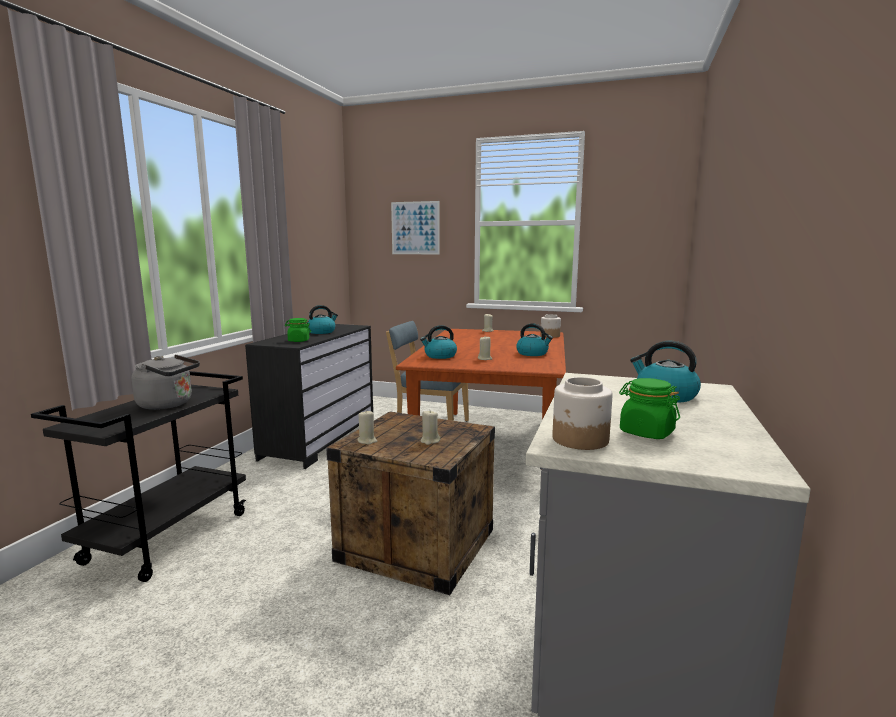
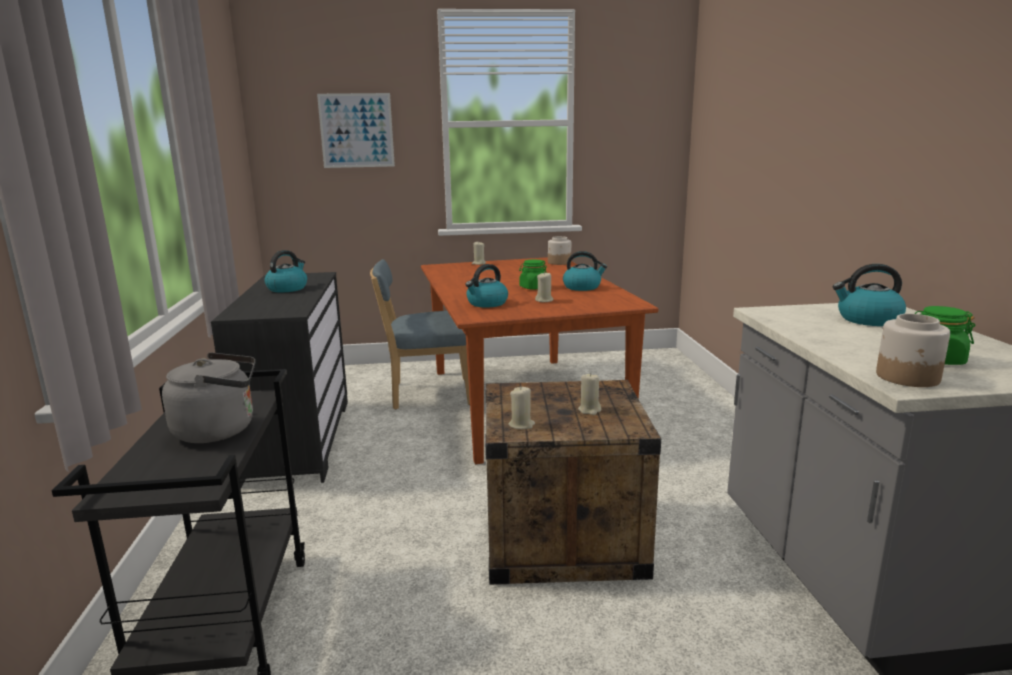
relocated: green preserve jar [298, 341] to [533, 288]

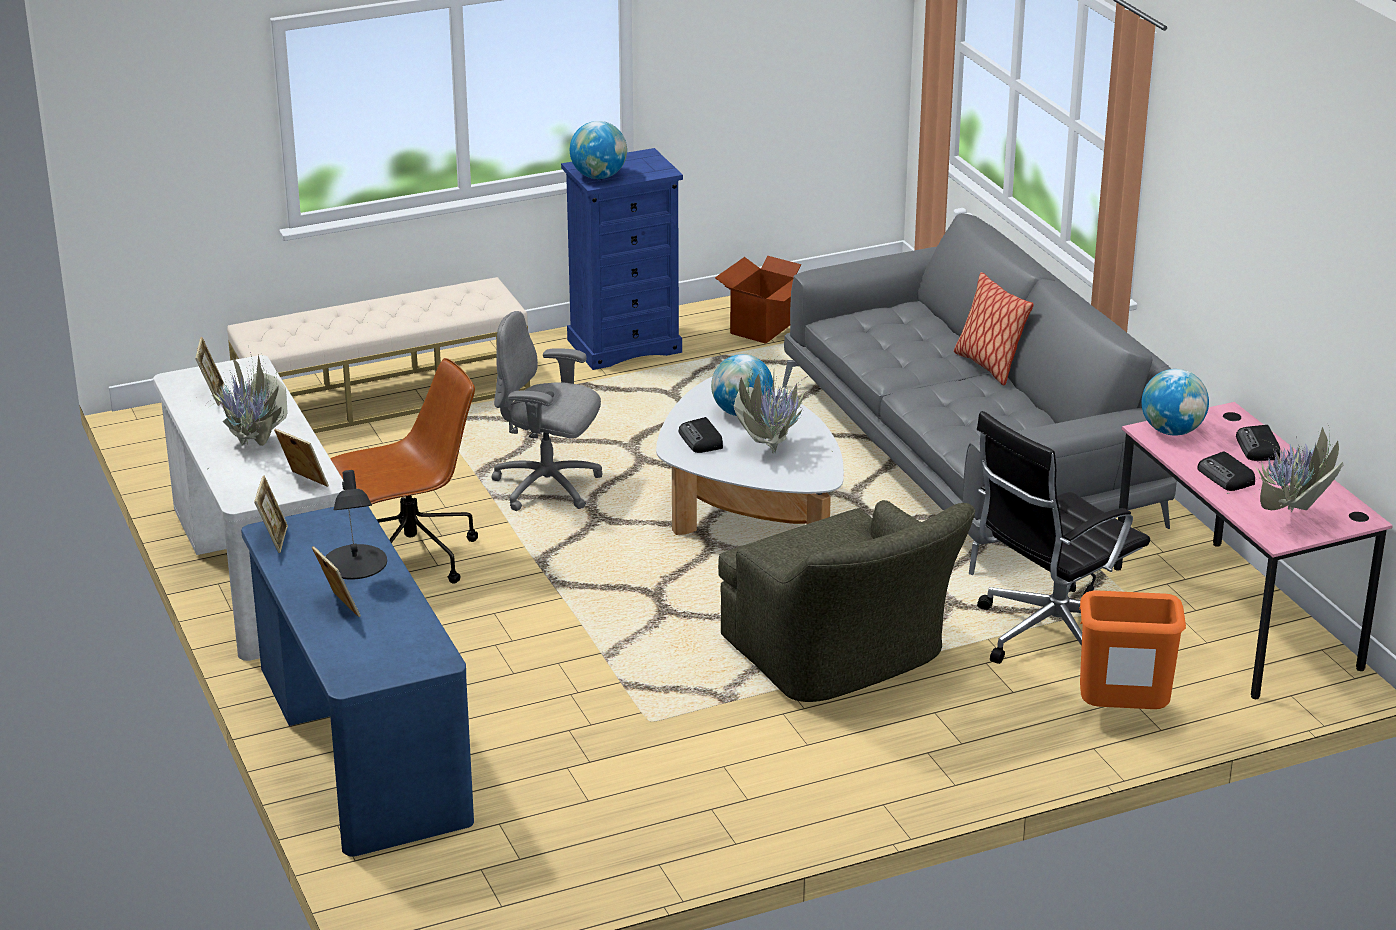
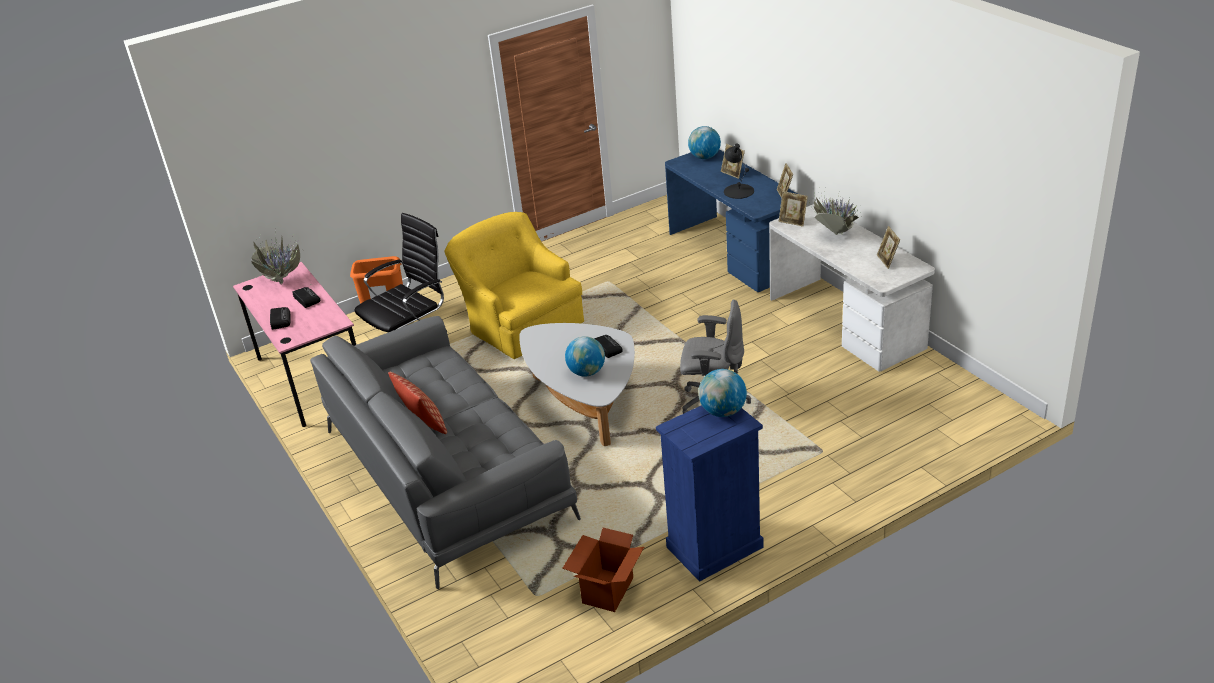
missing: beige bench [383, 397]; houseplant [772, 448]; brownish computer chair [410, 558]
relocated: desk globe [1172, 431] to [704, 157]
colour: green easy chair [843, 658] to yellow easy chair [521, 324]

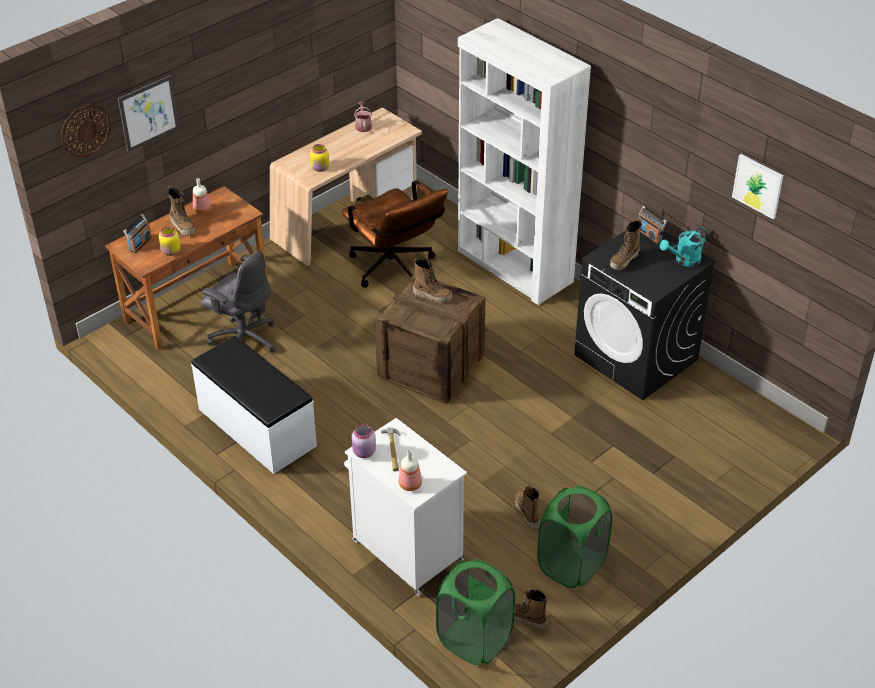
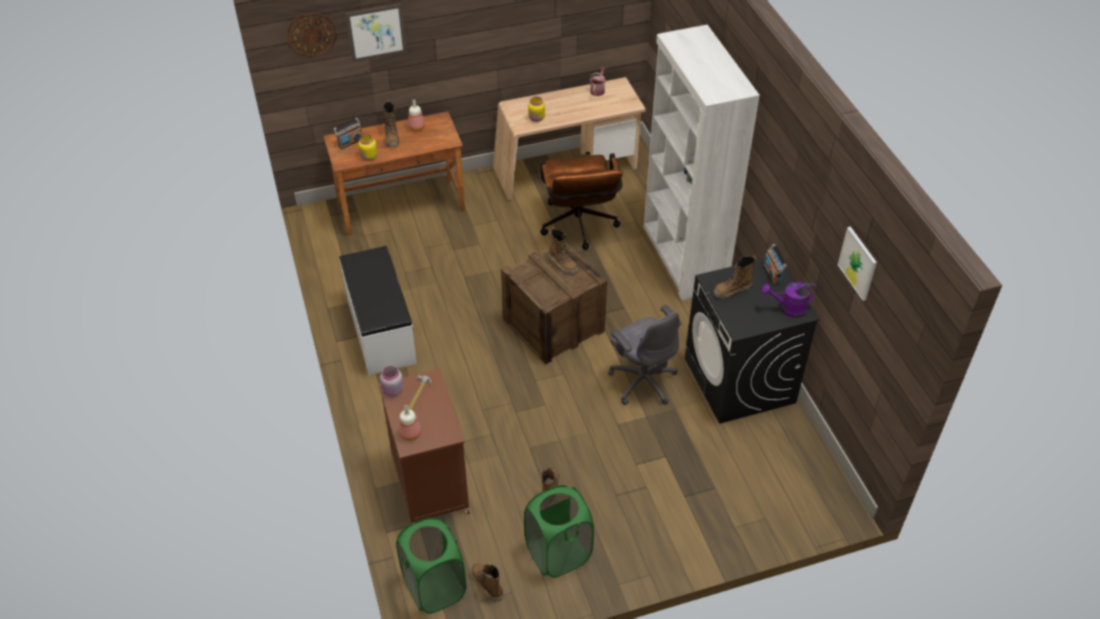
relocated: gray computer chair [243, 340] to [642, 381]
colour: turquoise watering pot [683, 260] to purple watering pot [788, 309]; white-coloured cabinet [406, 550] to brownish cabinet [429, 483]

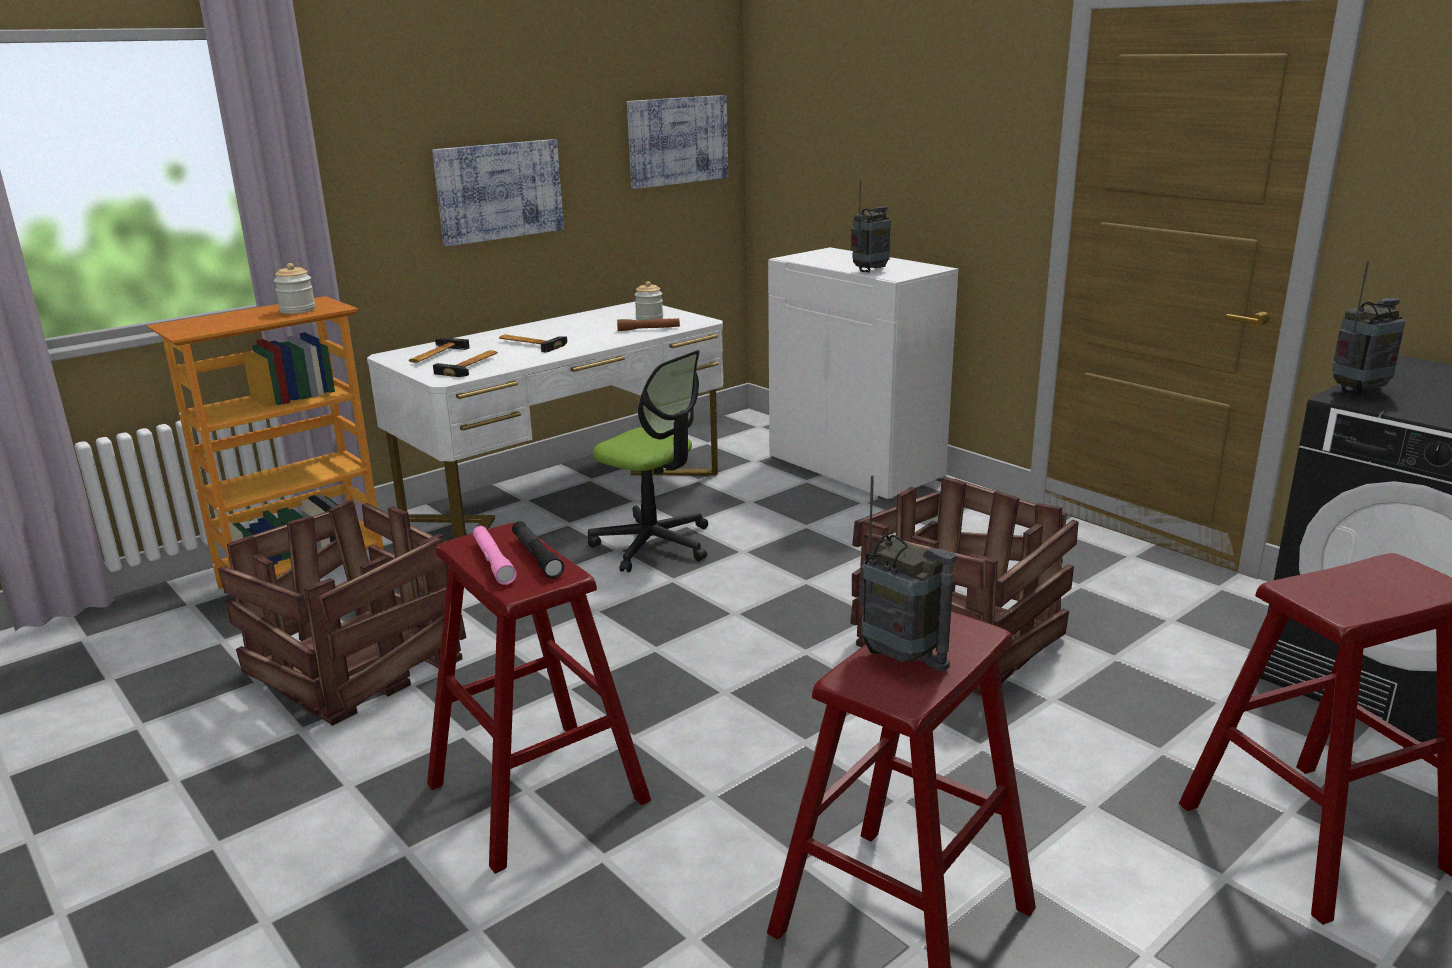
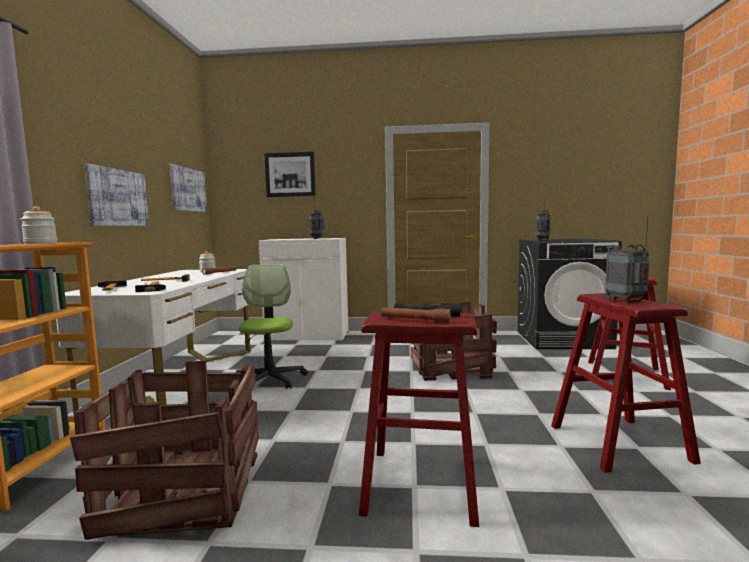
appeared: picture [290, 174]
colour: pink-coloured torch [493, 562] to brownish torch [415, 320]
spun: computer chair [653, 544] = [269, 380] 90 degrees counterclockwise; radio [900, 657] = [625, 301] 105 degrees counterclockwise

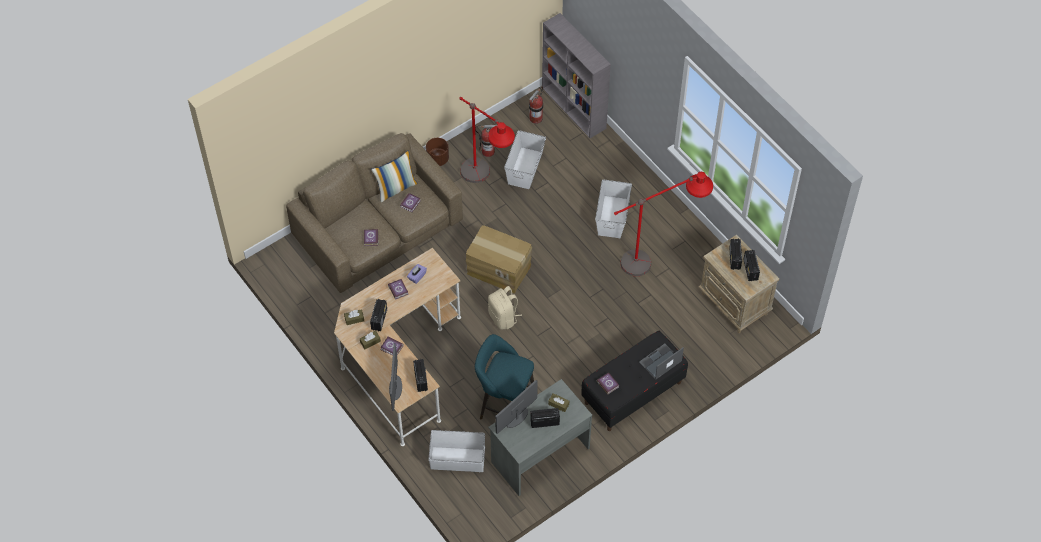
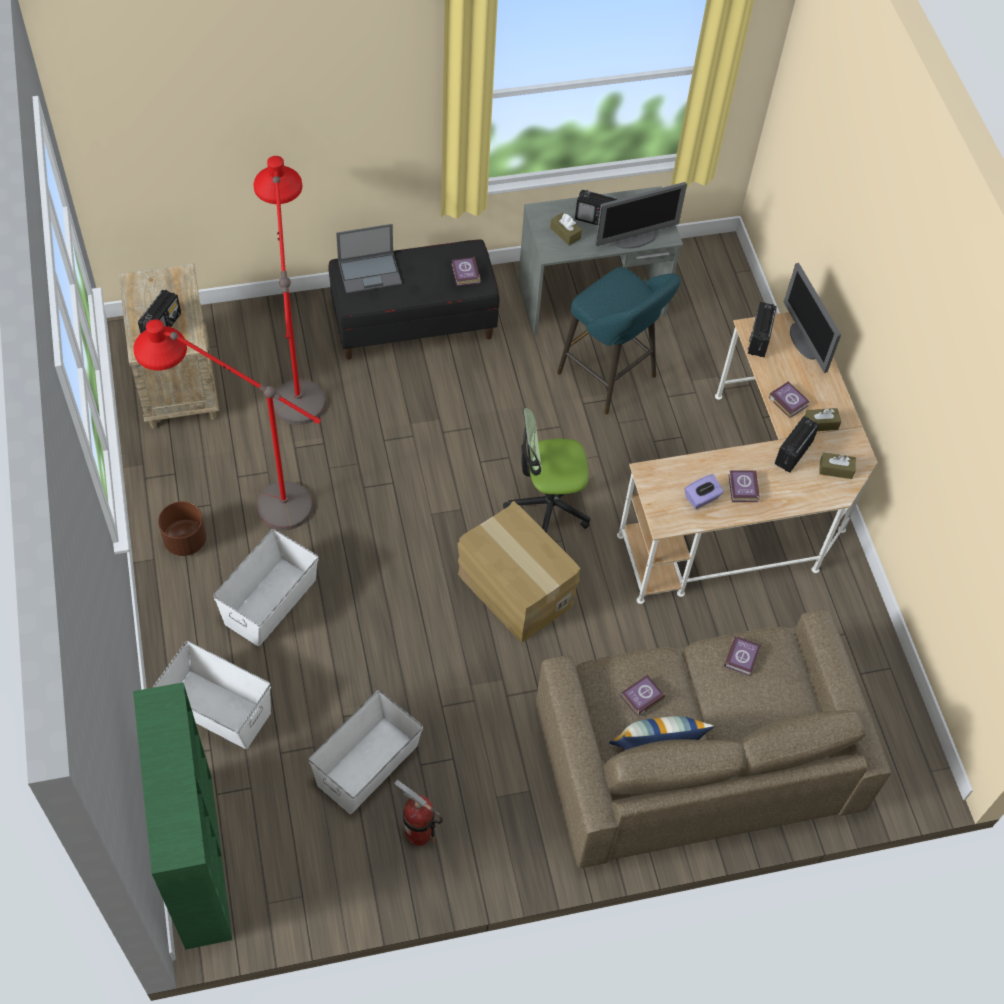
missing: fire extinguisher [536, 118]; radio [750, 270]
relocated: red floor lamp [486, 185] to [297, 372]; brownish flower pot [437, 159] to [185, 541]; white-coloured storage bin [458, 460] to [217, 708]
exchanged: beige knapsack [503, 317] to computer chair [548, 506]
colour: gray bookshelf [574, 108] to green bookshelf [198, 858]
spun: computer display [395, 388] = [803, 342] 135 degrees clockwise

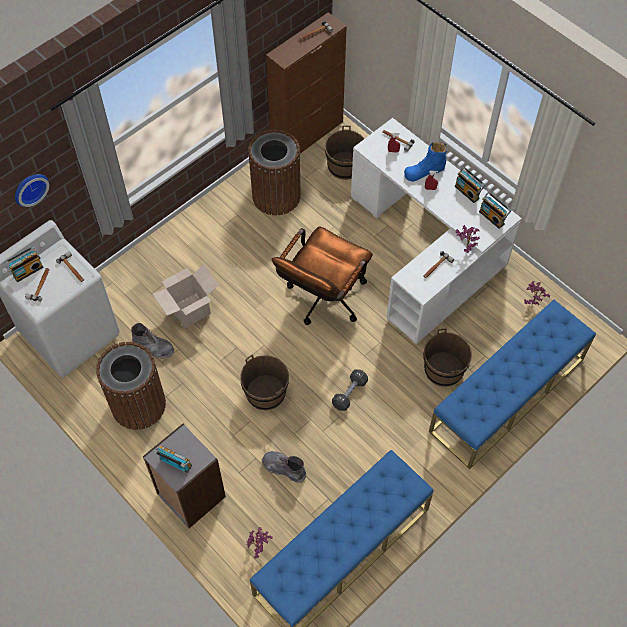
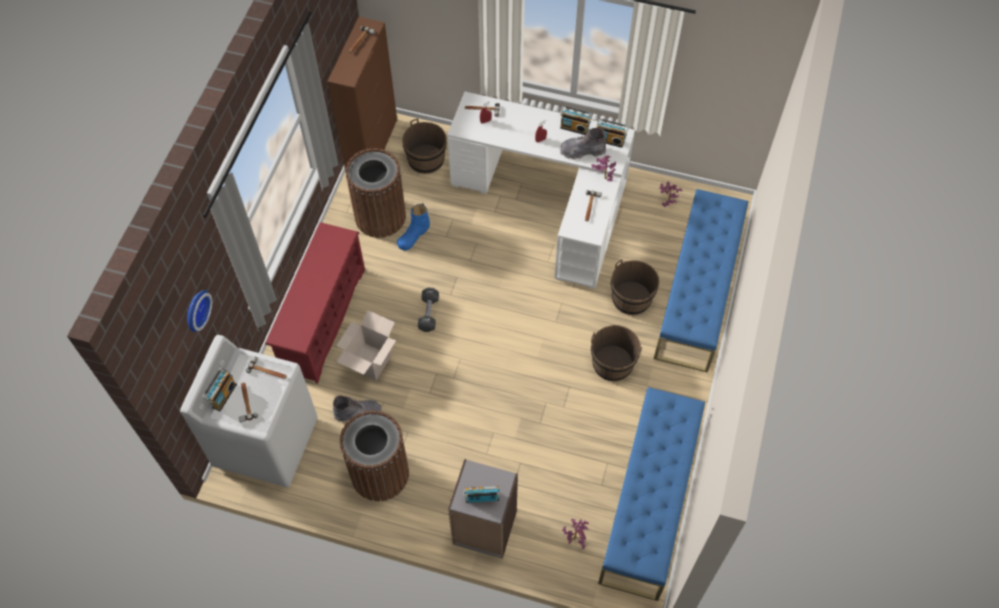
missing: brownish computer chair [322, 300]
appeared: red shoe rack [322, 319]
relocated: blue high-top boot [424, 171] to [414, 235]; brownish bucket [266, 392] to [612, 363]; blackish free weight [349, 393] to [429, 313]; gray high-top boot [284, 468] to [582, 151]

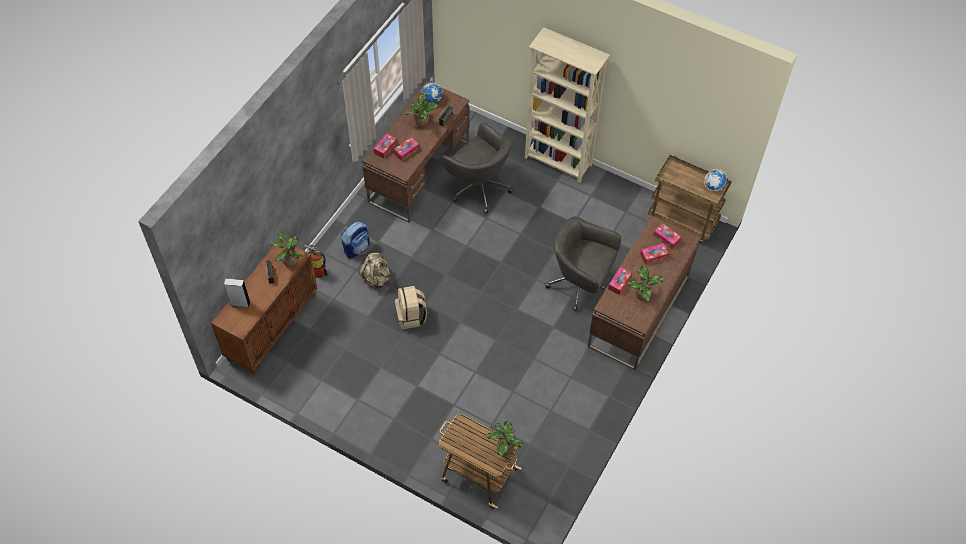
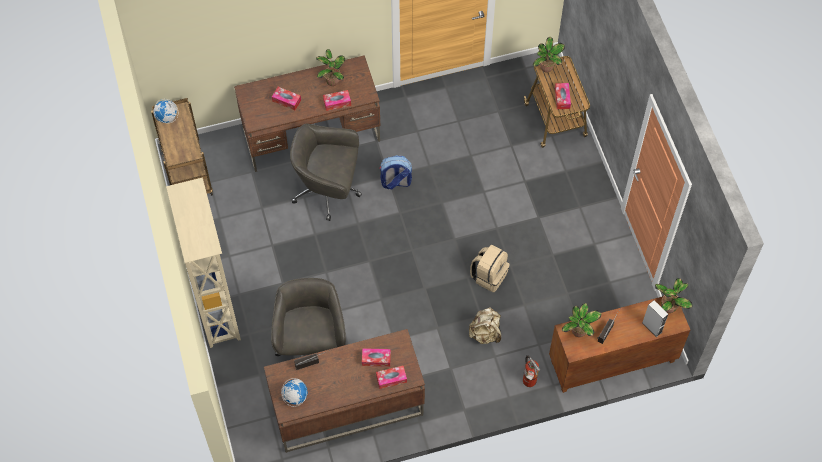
relocated: houseplant [421, 123] to [669, 307]; knapsack [357, 248] to [395, 182]; tissue holder [666, 238] to [562, 98]
spun: gray computer chair [581, 284] = [328, 190] 120 degrees clockwise

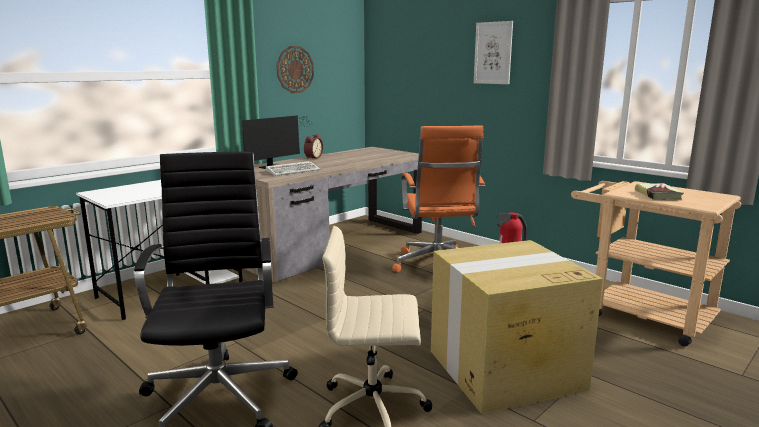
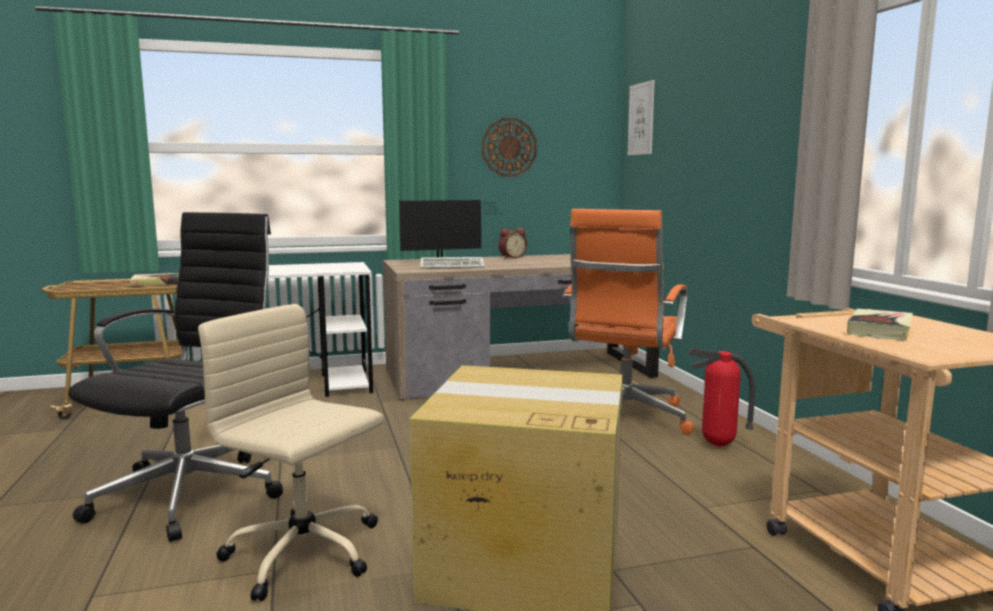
appeared: bound book [156, 283]
relocated: picture [493, 53] to [641, 119]

